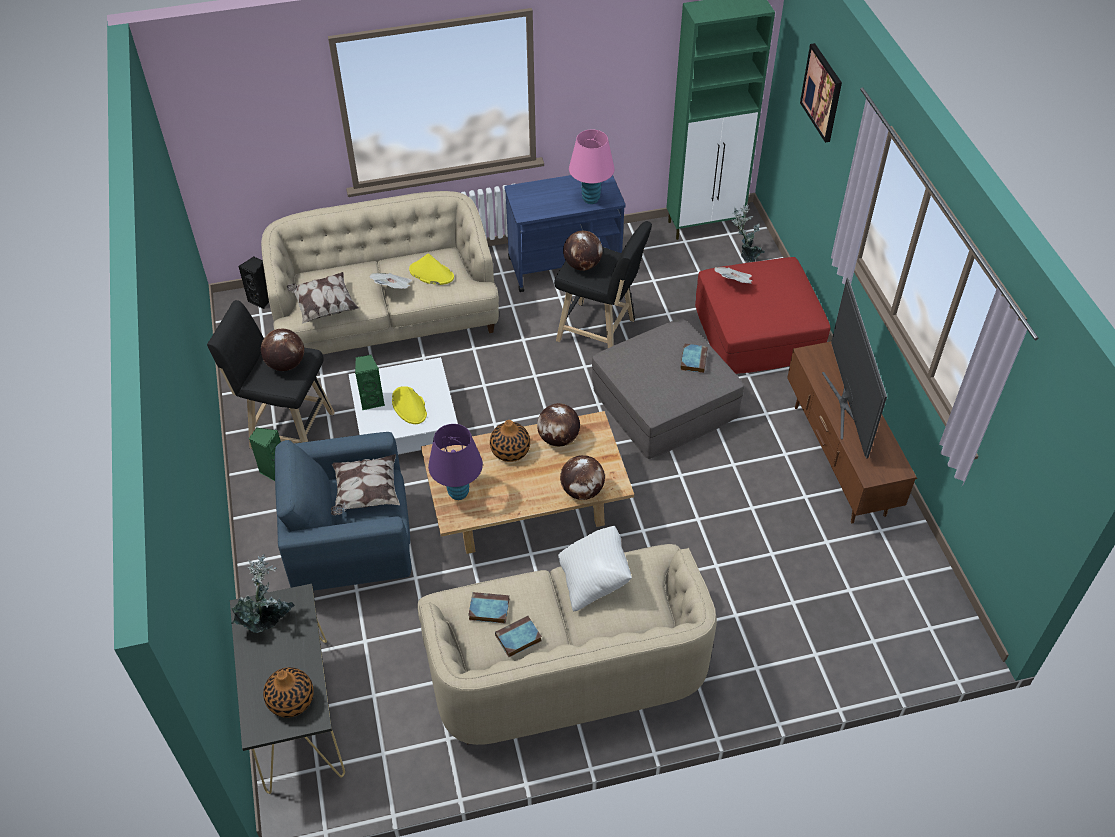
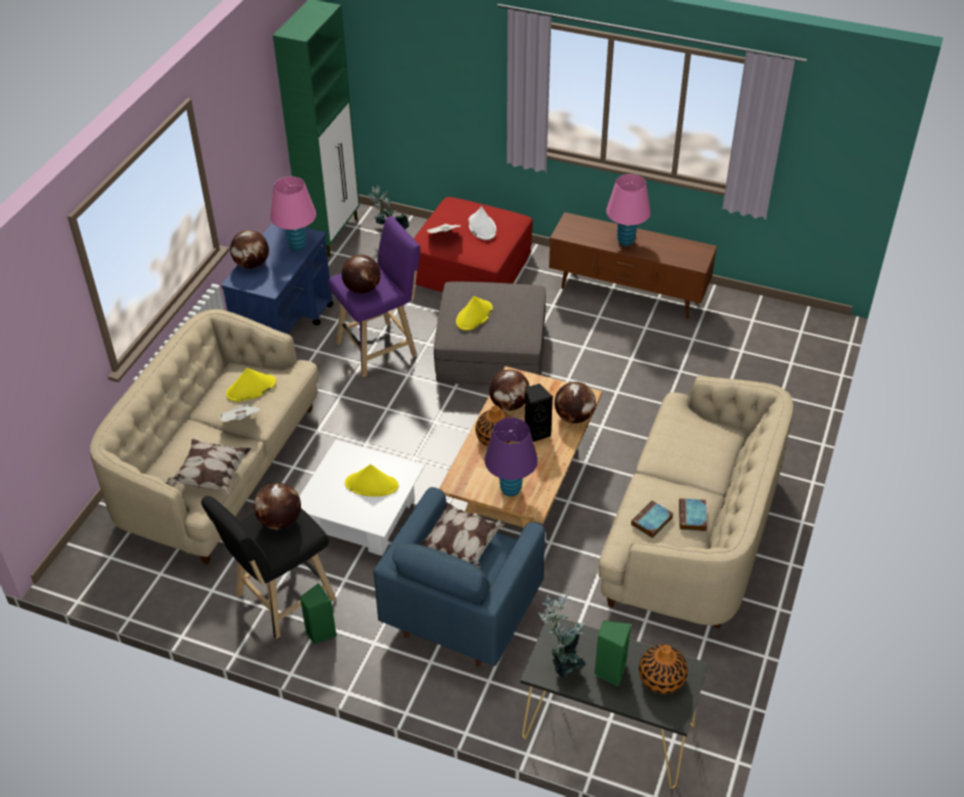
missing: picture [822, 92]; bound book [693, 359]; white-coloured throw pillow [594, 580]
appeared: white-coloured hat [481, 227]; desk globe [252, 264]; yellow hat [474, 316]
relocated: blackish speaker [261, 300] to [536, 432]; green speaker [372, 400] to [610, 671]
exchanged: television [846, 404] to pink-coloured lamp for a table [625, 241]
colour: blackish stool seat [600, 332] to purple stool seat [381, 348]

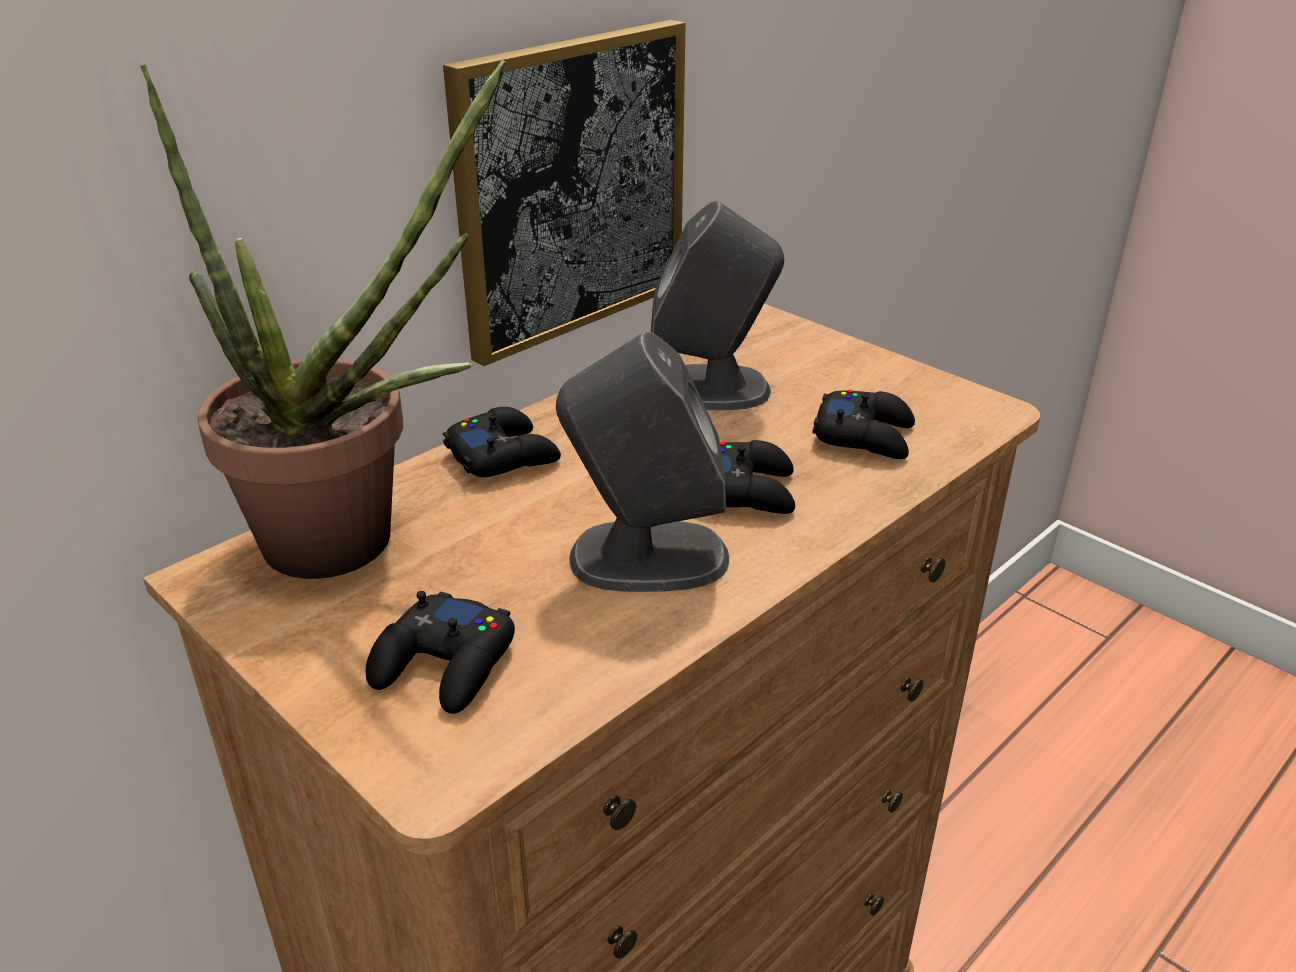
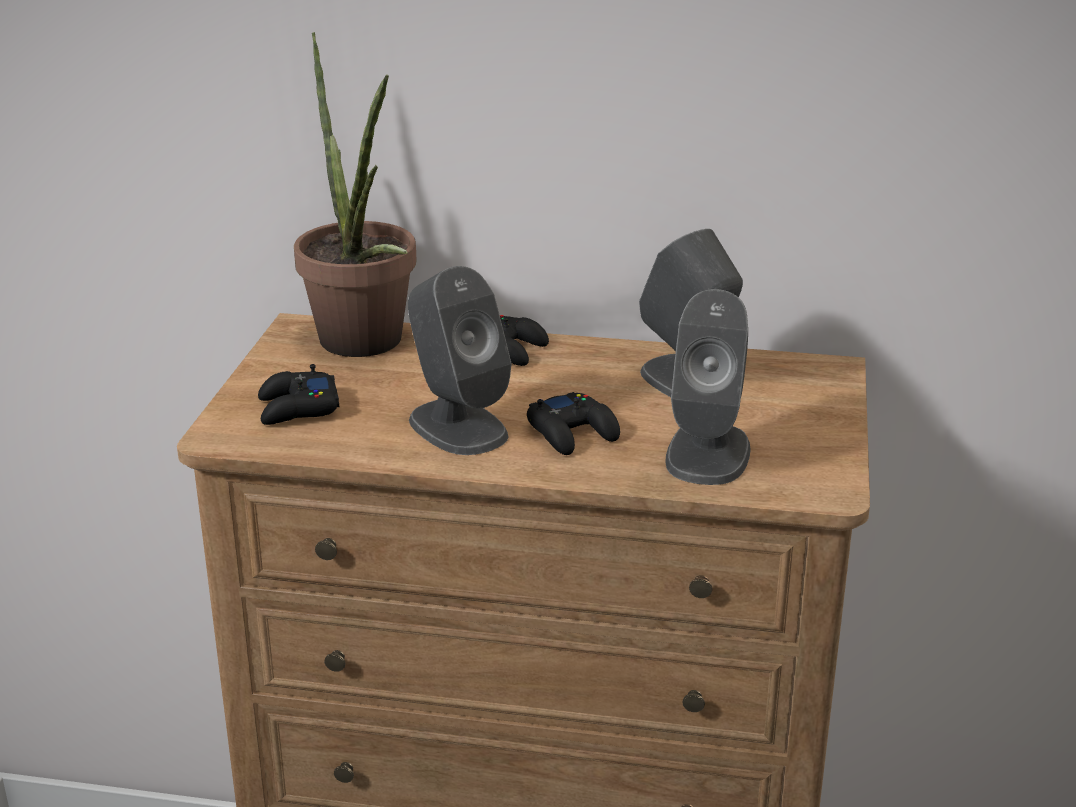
missing: picture [571, 188]
exchanged: blackish joypad [865, 435] to gray speaker [708, 453]

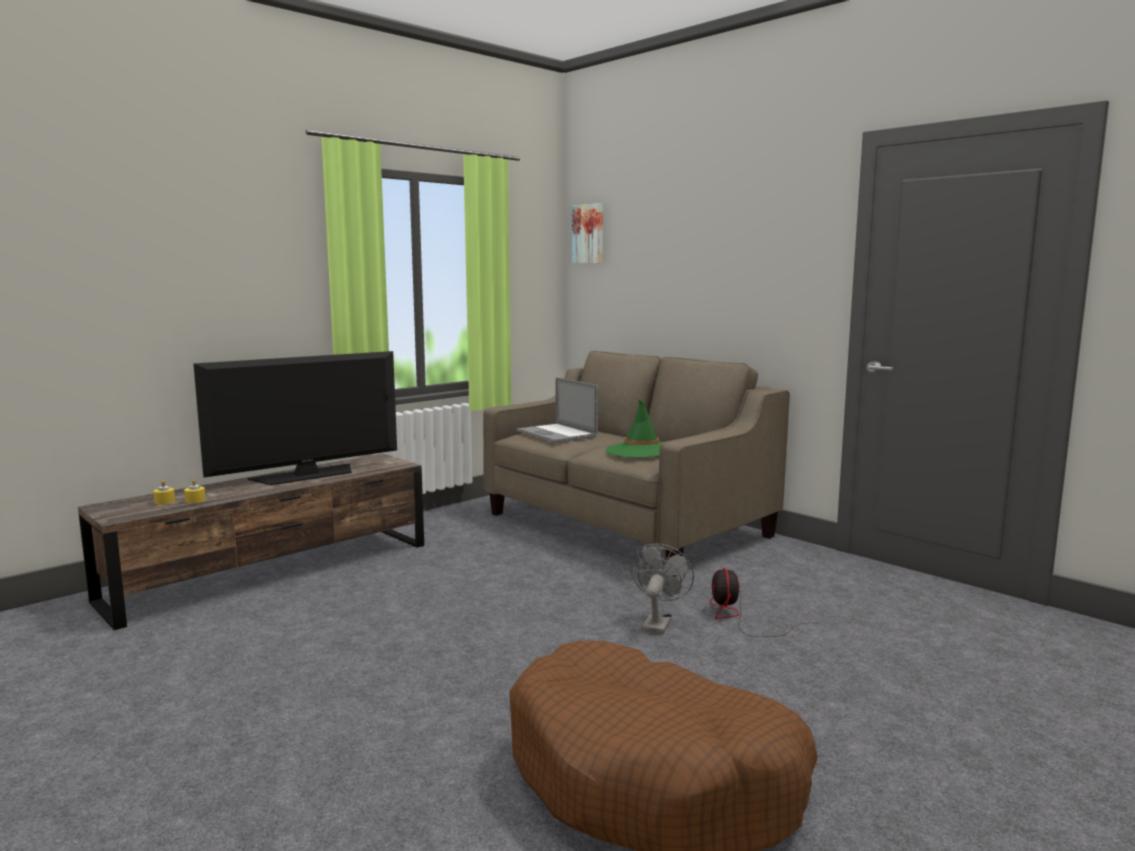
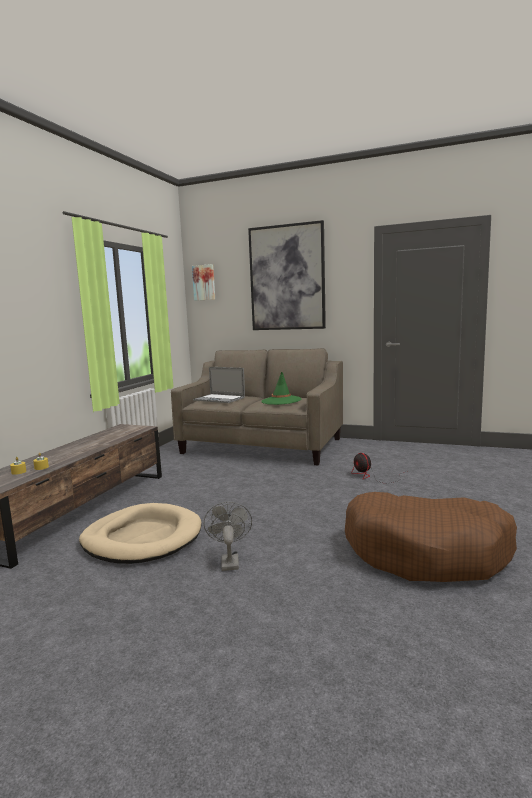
missing: television [306, 475]
appeared: picture [287, 278]; beige dog bed [142, 538]
relocated: gray cooling fan [658, 623] to [229, 560]

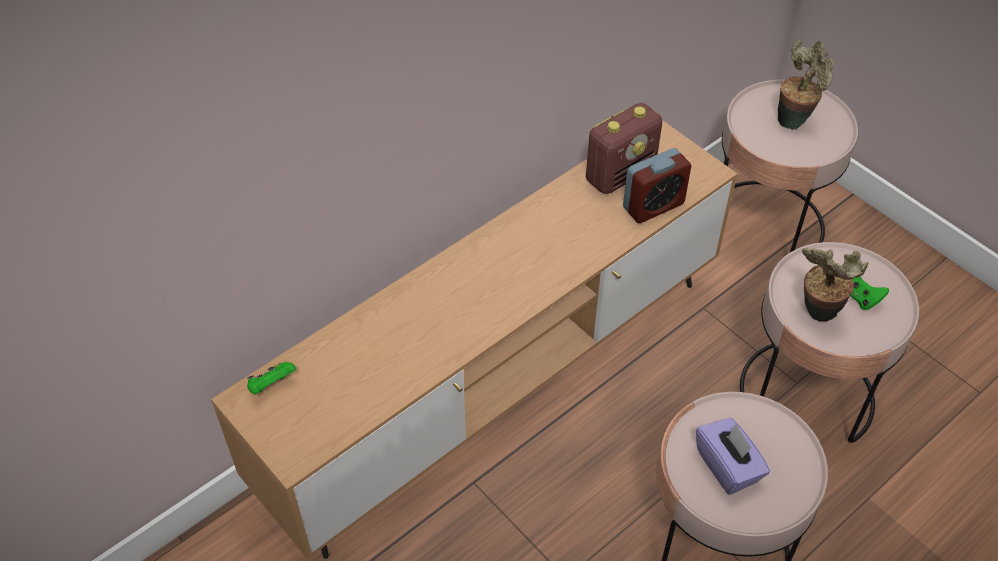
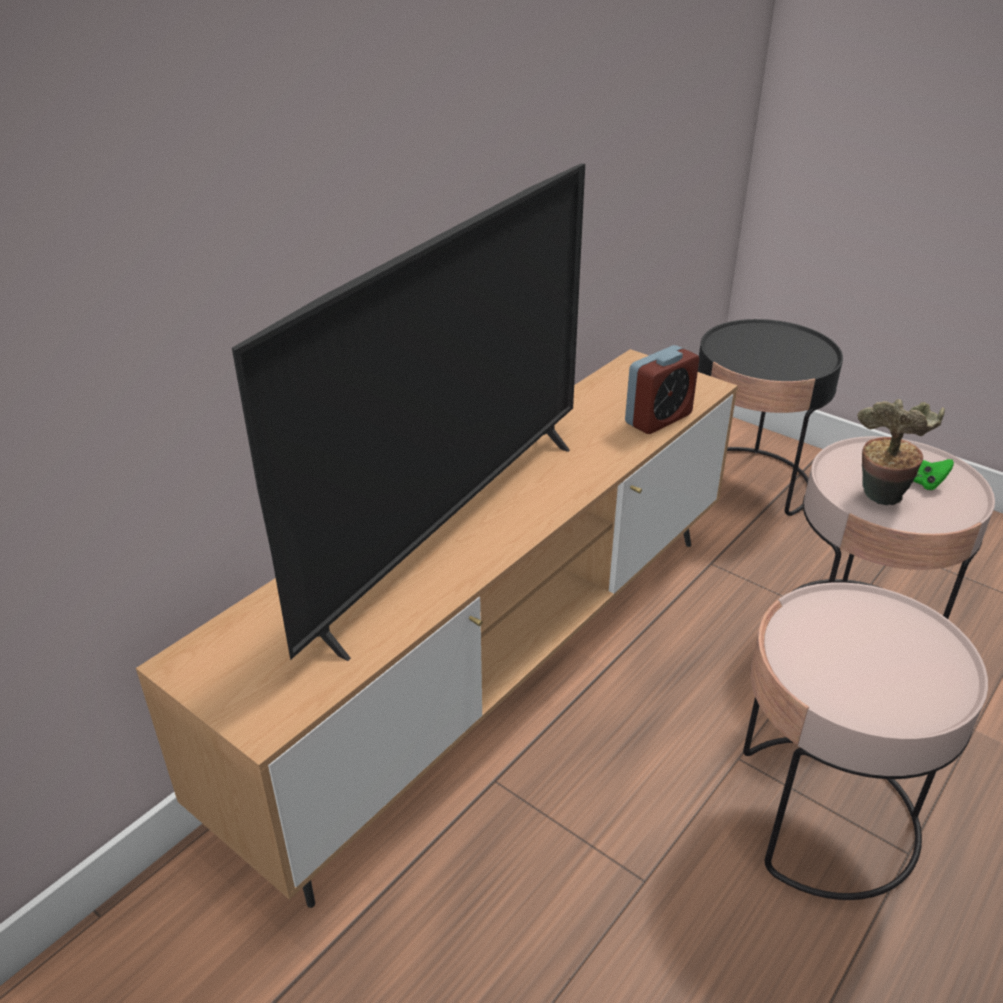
missing: houseplant [794, 119]; radio [620, 174]; green joypad [272, 385]; purple tissue holder [728, 466]
appeared: television [451, 531]
colour: pink-coloured side table [765, 224] to blackish side table [746, 483]

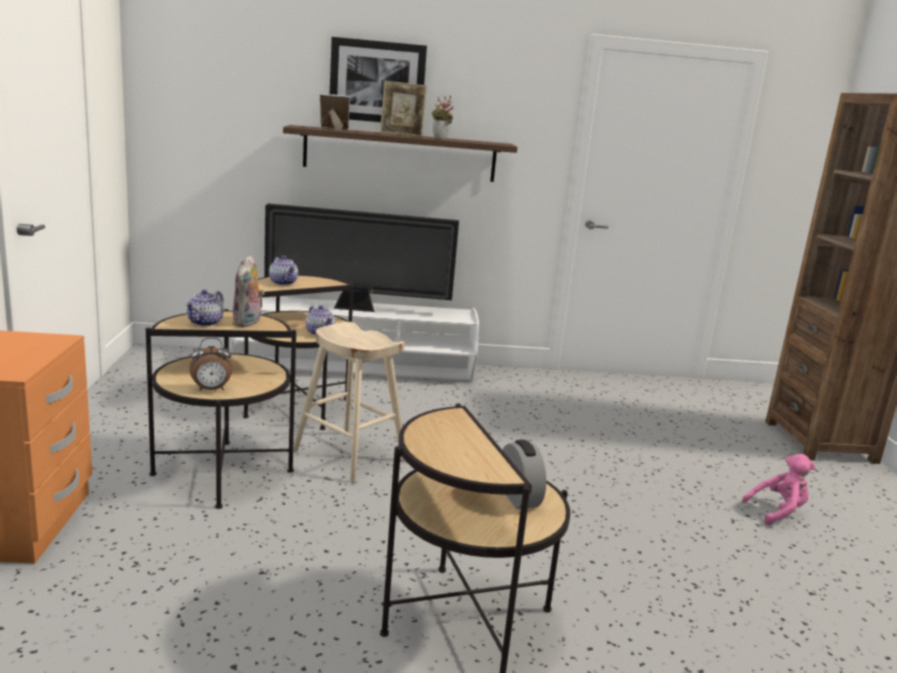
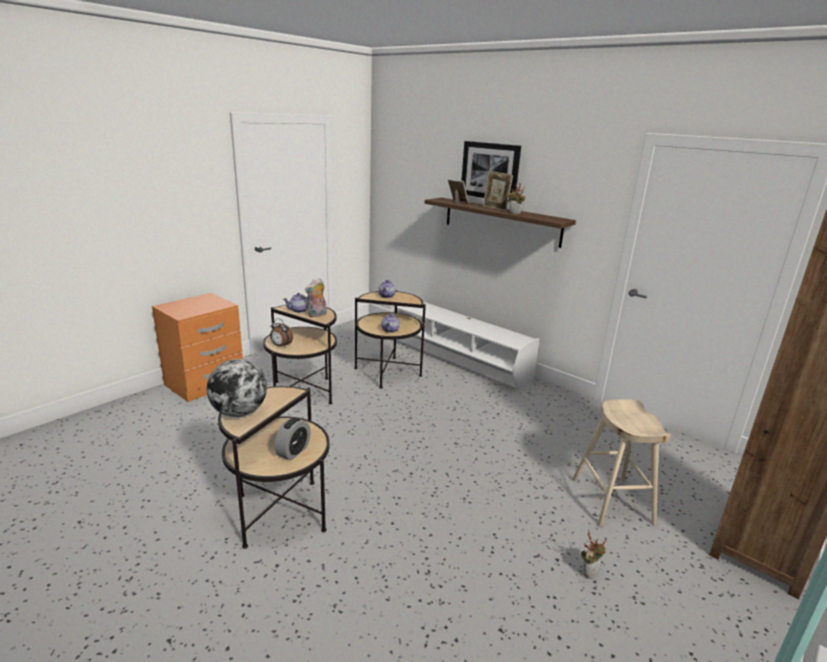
missing: television [357, 309]
appeared: desk globe [239, 412]
relocated: beige stool seat [350, 455] to [612, 501]
exchanged: pink-coloured cuddly toy [778, 512] to houseplant [589, 572]

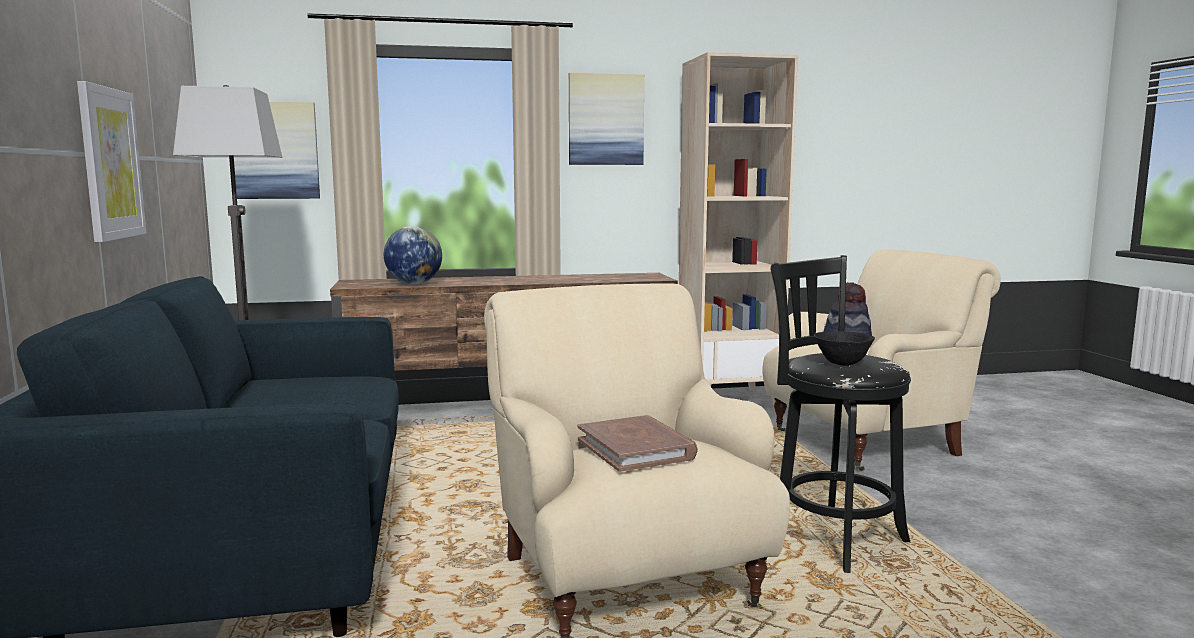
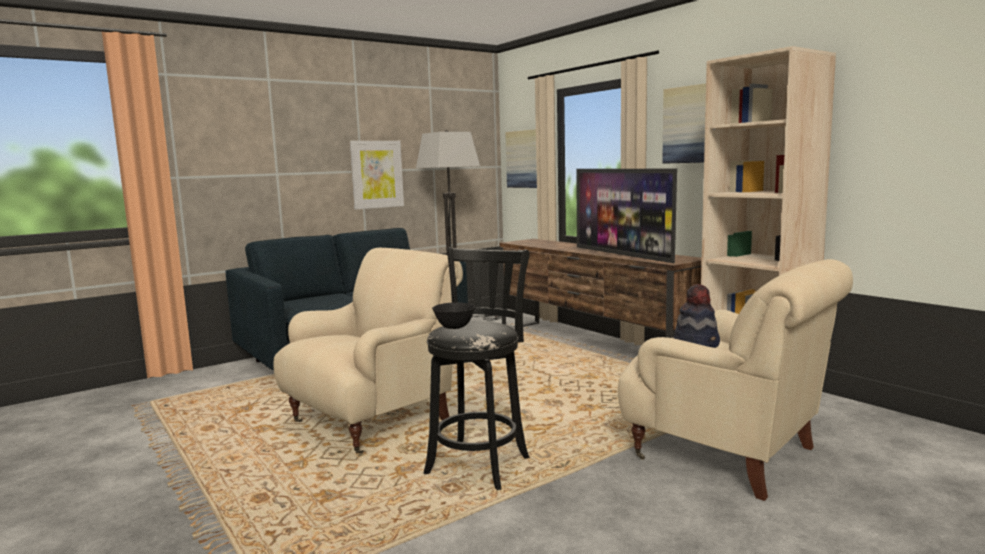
missing: desk globe [414, 284]; brownish bound book [636, 449]
appeared: television [623, 255]

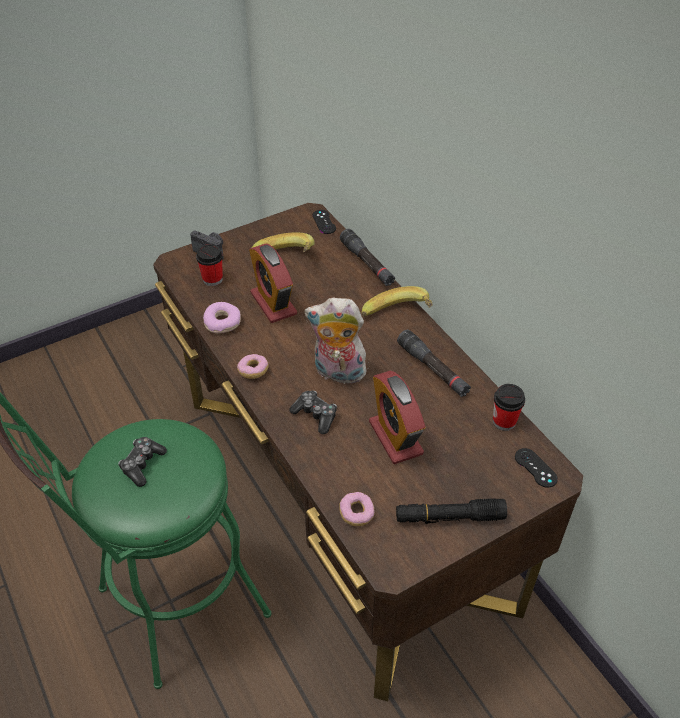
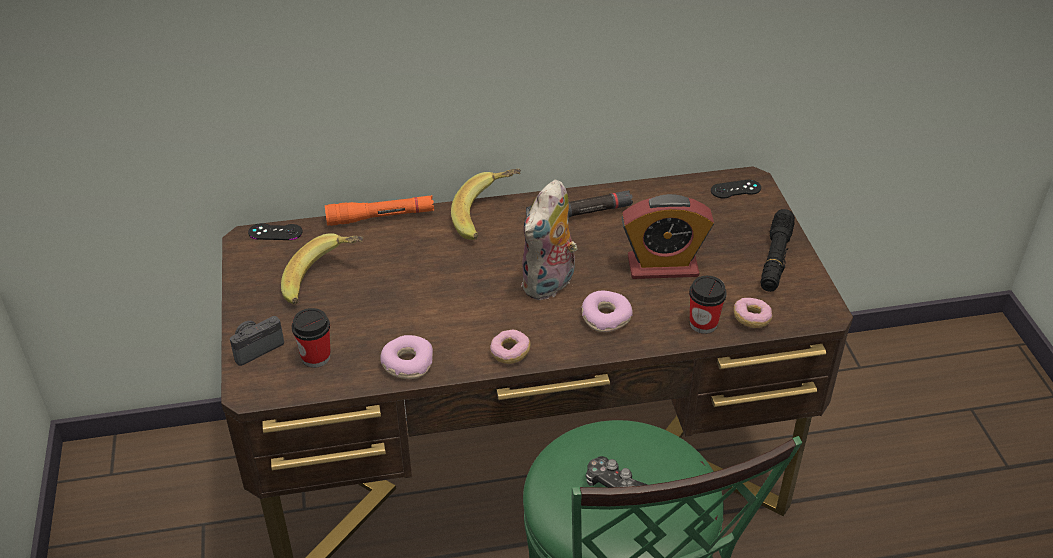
missing: bedside clock [273, 303]
relocated: small cup [504, 421] to [703, 324]
exchanged: joypad [315, 415] to doughnut [606, 317]
colour: blackish torch [367, 263] to orange-coloured torch [380, 217]

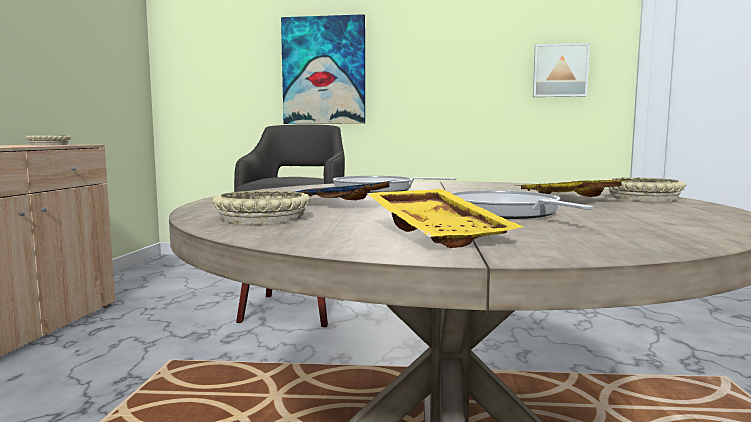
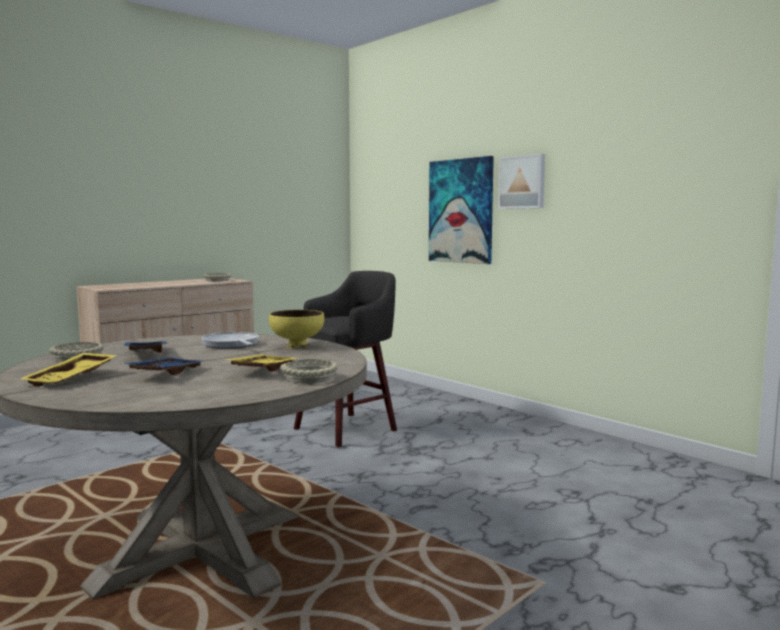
appeared: yellow bowl [297, 346]
relocated: picture [560, 70] to [522, 182]
exchanged: frying pan [506, 213] to blue tray [165, 373]

